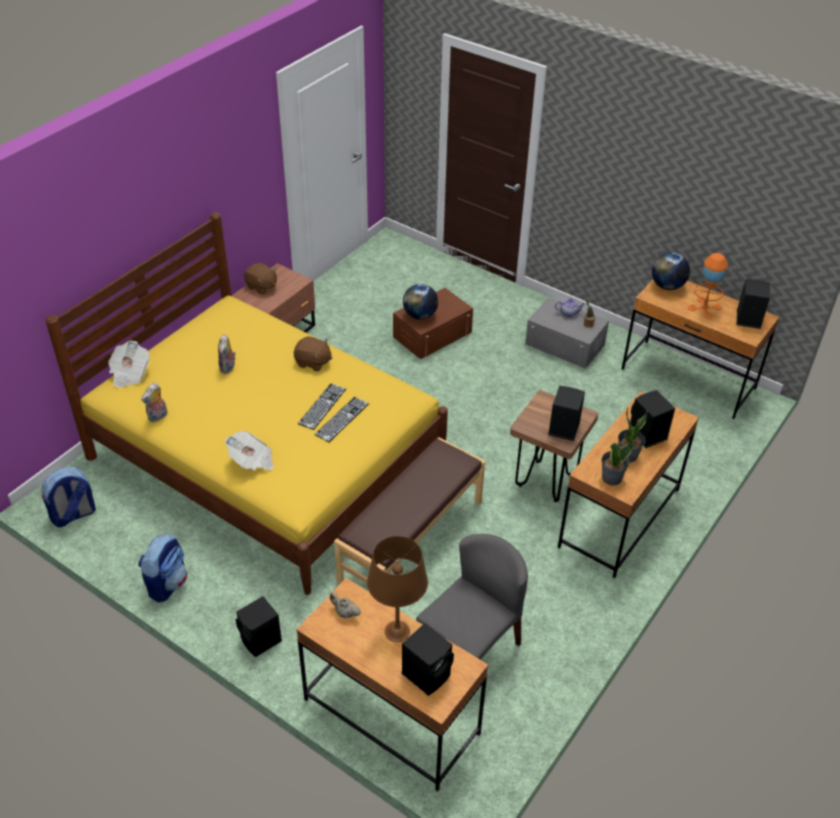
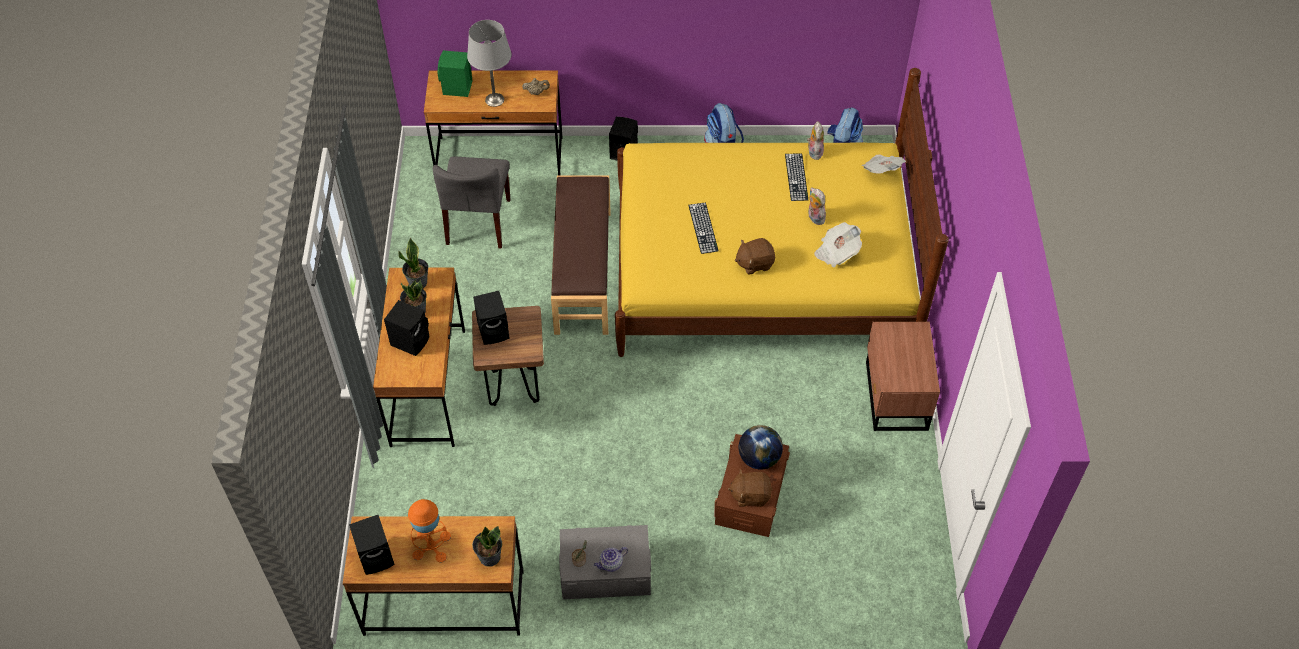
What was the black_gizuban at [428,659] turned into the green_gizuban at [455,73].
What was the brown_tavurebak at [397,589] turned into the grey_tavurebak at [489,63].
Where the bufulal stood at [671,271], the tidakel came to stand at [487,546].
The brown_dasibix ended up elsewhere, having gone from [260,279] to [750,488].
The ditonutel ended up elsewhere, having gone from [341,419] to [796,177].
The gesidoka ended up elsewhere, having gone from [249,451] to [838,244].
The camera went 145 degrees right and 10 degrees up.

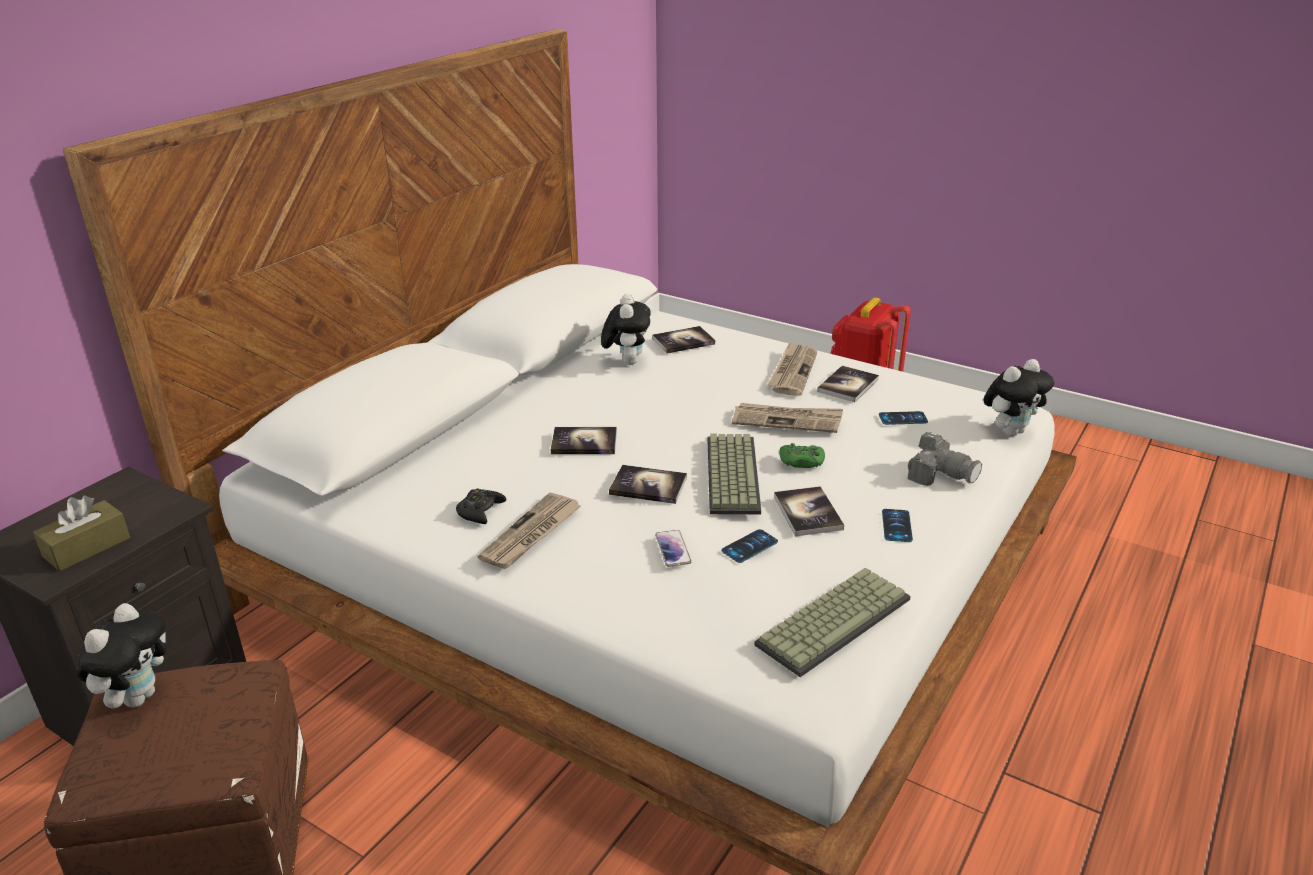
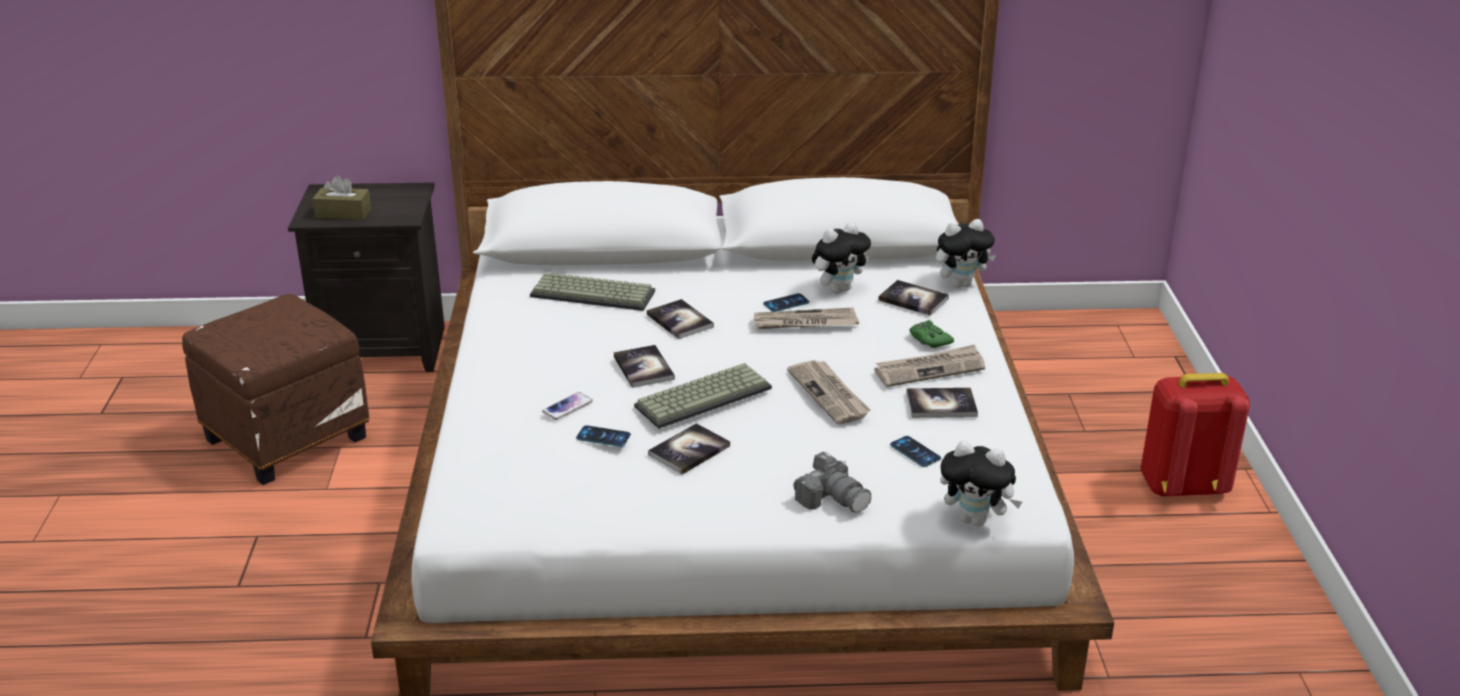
The ditonutel ended up elsewhere, having gone from [832,622] to [592,291].
The gesidoka ended up elsewhere, having gone from [529,530] to [806,318].
The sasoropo ended up elsewhere, having gone from [897,525] to [786,302].
The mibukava at [945,459] ended up facing another way, 45 degrees counterclockwise from before.
The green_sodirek ended up elsewhere, having gone from [802,455] to [932,334].
The dasibix ended up elsewhere, having gone from [121,656] to [966,253].
The second view lost the black_sodirek at [481,506].
The camera went 55 degrees right and 0 degrees up.

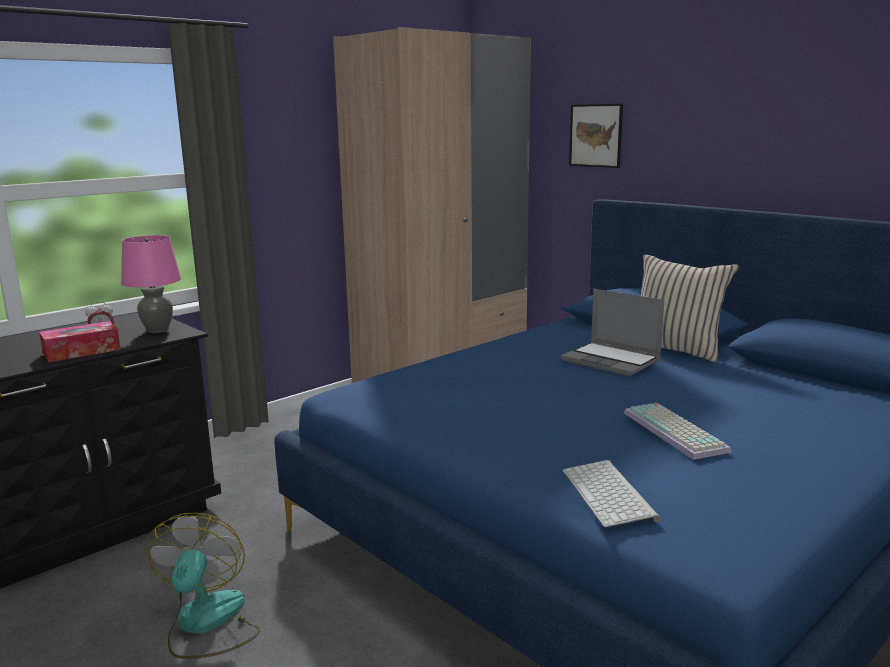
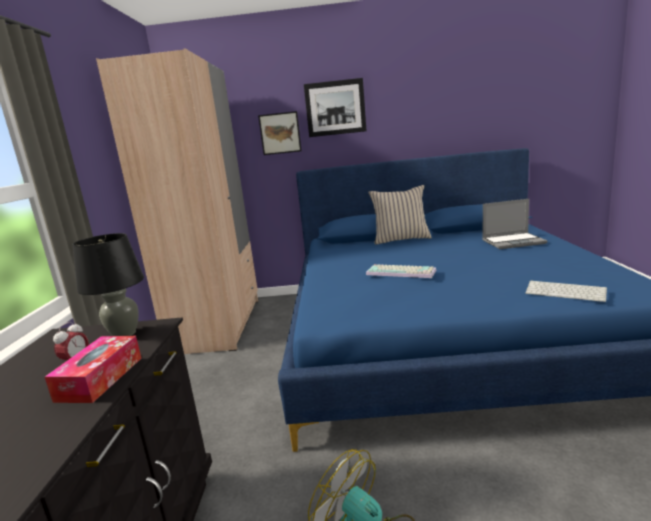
What was the pink_tavurebak at [151,284] turned into the black_tavurebak at [108,284].
The second view gained the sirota at [335,107].
The ditonutel ended up elsewhere, having gone from [677,431] to [401,271].
The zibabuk ended up elsewhere, having gone from [612,332] to [514,224].
The camera went 45 degrees left and 0 degrees up.

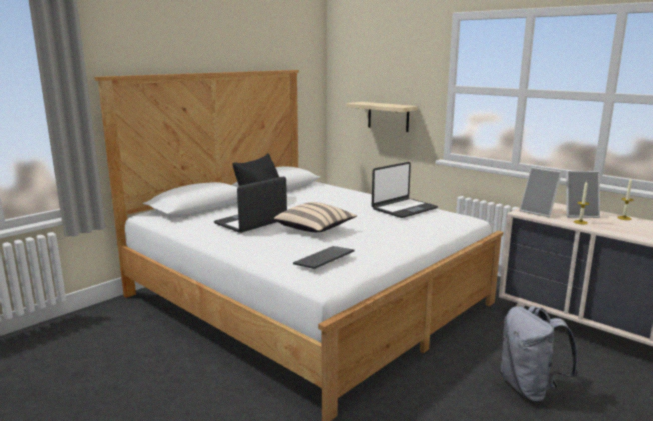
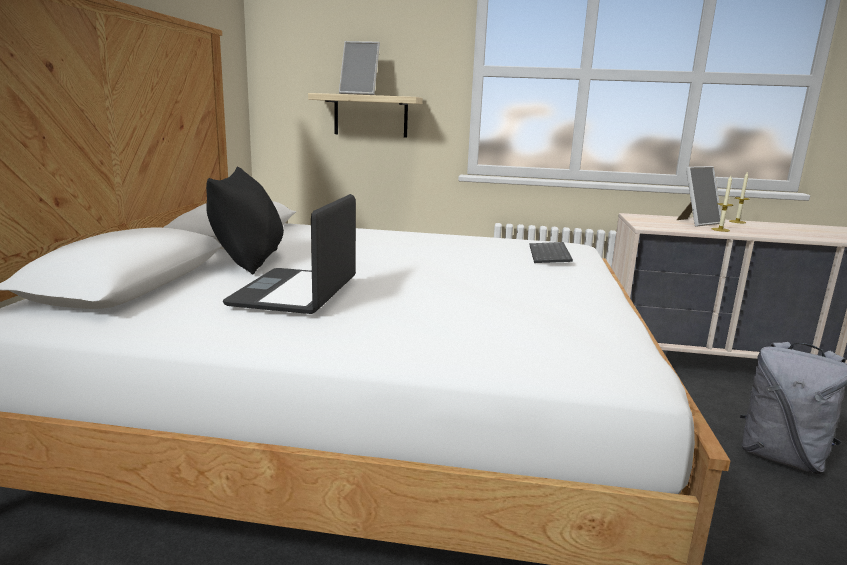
The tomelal ended up elsewhere, having gone from [540,192] to [359,68].
The ditonutel ended up elsewhere, having gone from [323,257] to [551,252].
The second view lost the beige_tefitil at [315,217].
The second view lost the zibabuk at [405,190].
The camera went 35 degrees left and 0 degrees up.

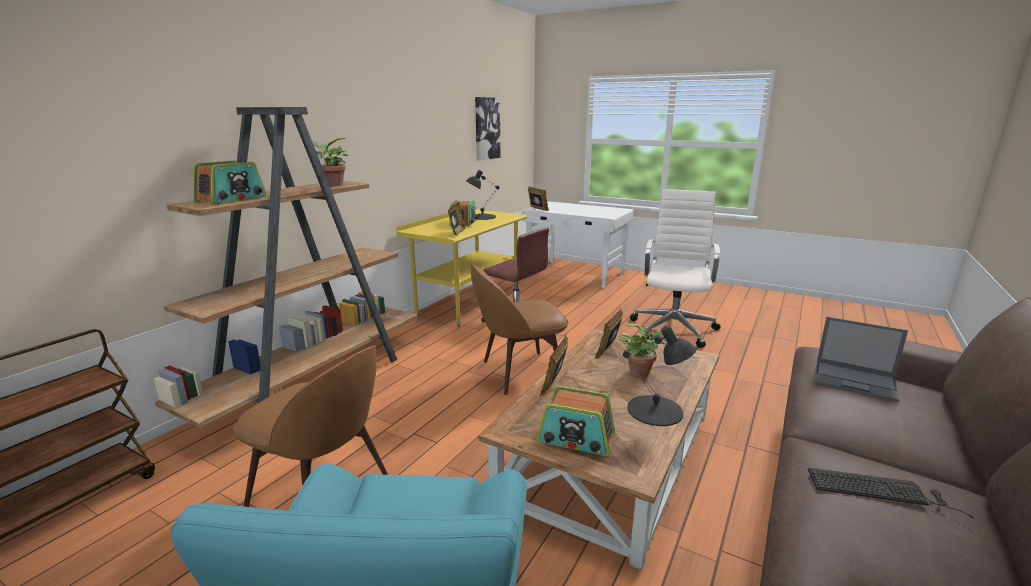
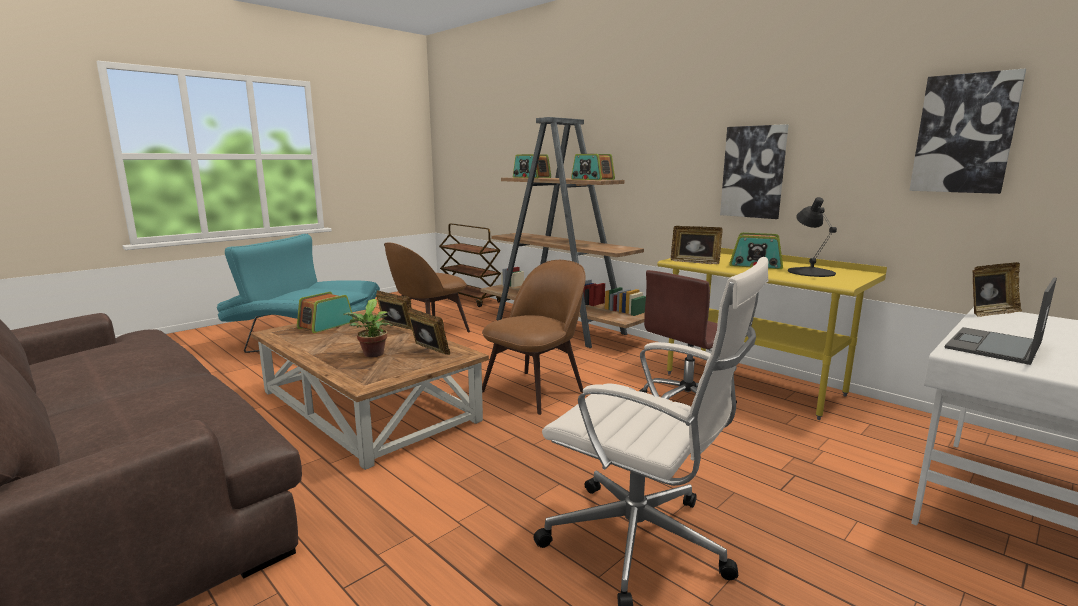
The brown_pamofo at [519,329] ended up facing another way, 45 degrees clockwise from before.
Where the tidakel stood at [330,162], the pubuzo came to stand at [593,167].
The second view gained the sirota at [754,171].
The zibabuk ended up elsewhere, having gone from [861,359] to [1001,321].
The second view lost the black_tavurebak at [660,376].
The second view lost the ditonutel at [891,493].
The camera went 105 degrees right and 5 degrees down.

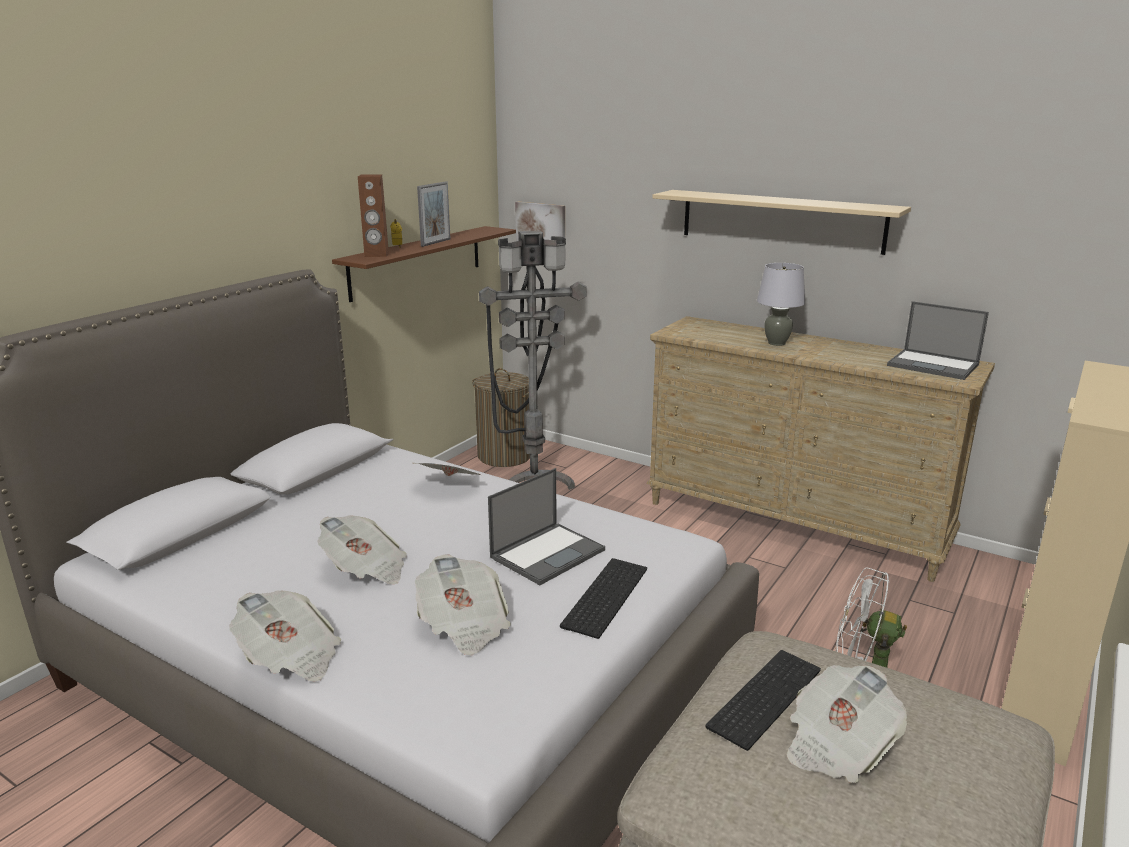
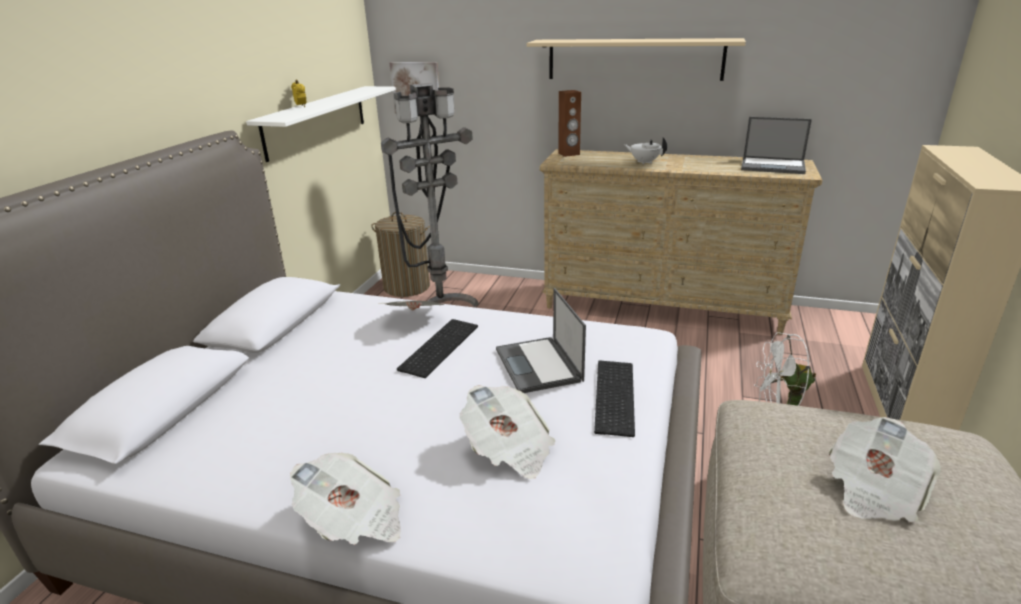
What was the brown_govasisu at [424,264] turned into the white_govasisu at [321,124].
The ditonutel ended up elsewhere, having gone from [763,700] to [437,348].
The zibabuk at [546,526] ended up facing another way, 135 degrees clockwise from before.
The brown_gizuban ended up elsewhere, having gone from [373,215] to [569,123].
Where the grey_tavurebak stood at [781,304], the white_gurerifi came to stand at [645,150].
The second view lost the gesidoka at [362,549].
The second view lost the tomelal at [434,214].
The camera went 15 degrees left and 5 degrees up.

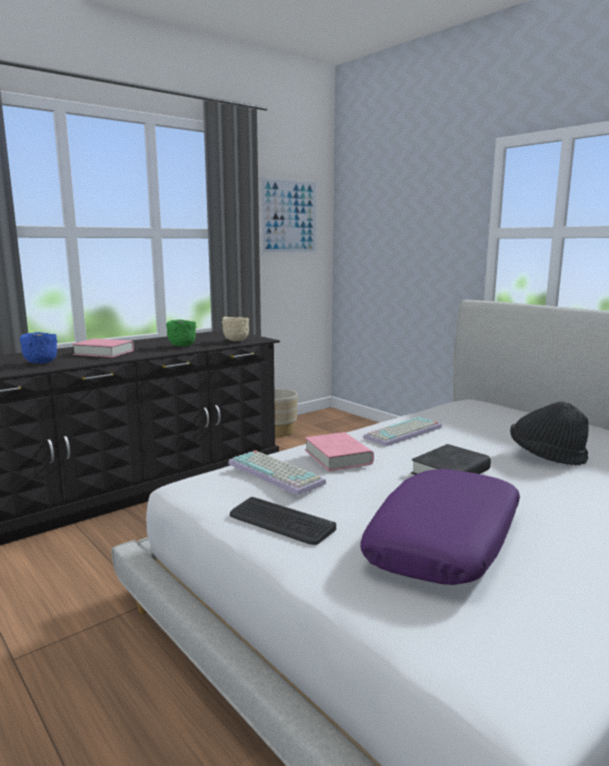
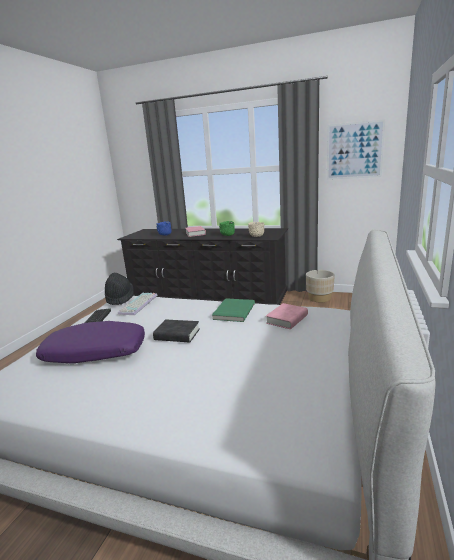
The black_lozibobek ended up elsewhere, having gone from [549,433] to [119,289].
Where the ditonutel stood at [402,431], the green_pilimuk came to stand at [233,310].
The pink_pilimuk ended up elsewhere, having gone from [339,451] to [287,316].
The camera went 60 degrees right and 5 degrees up.

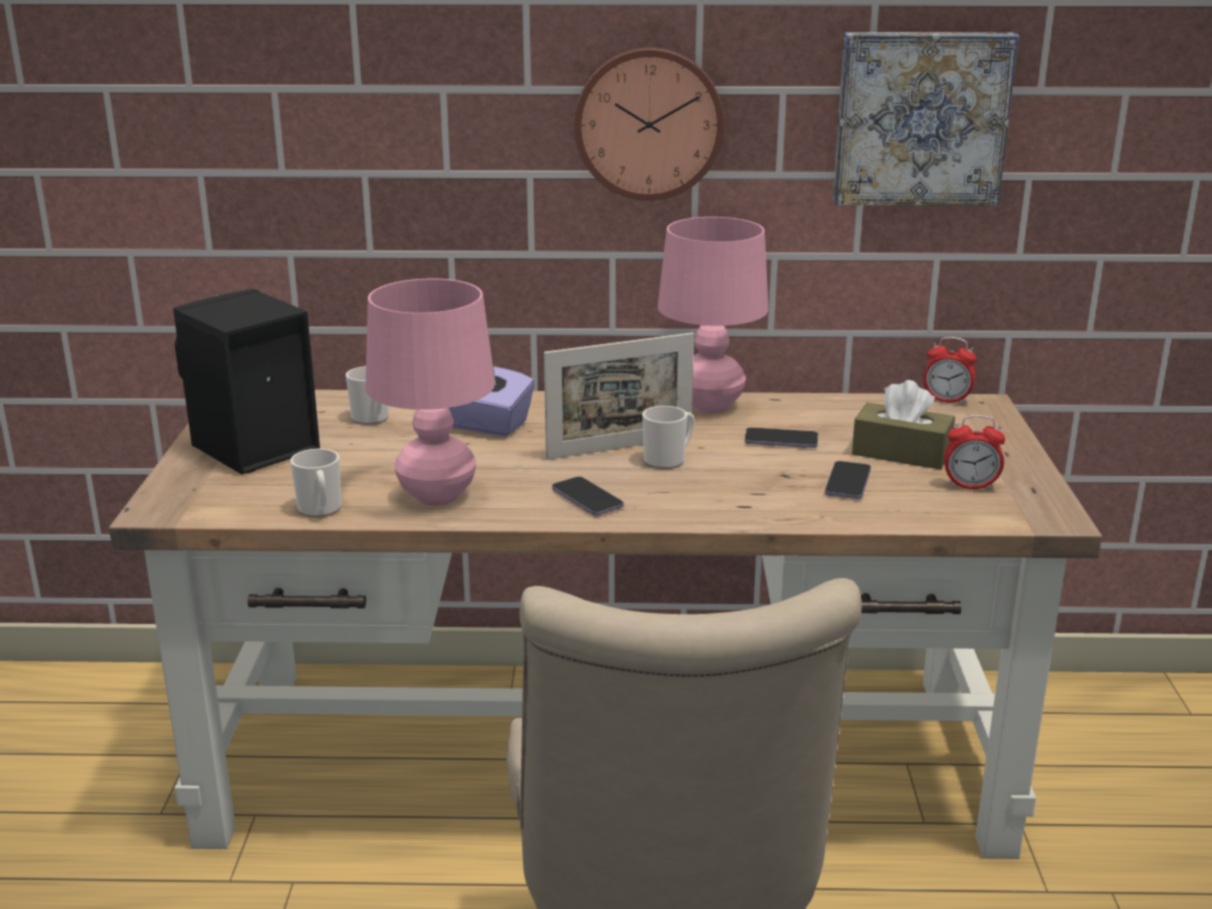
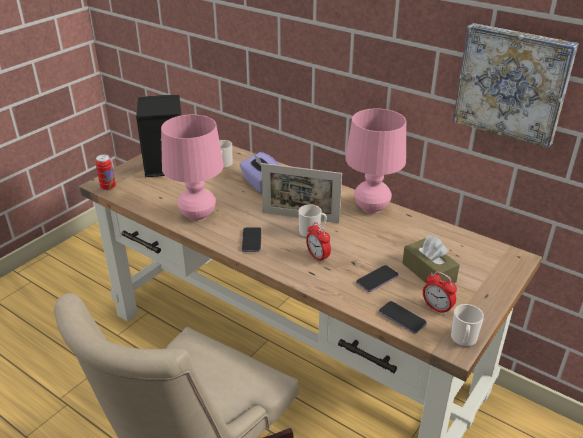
The second view gained the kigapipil at [105,173].
The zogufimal ended up elsewhere, having gone from [950,371] to [318,242].
The sasoropo ended up elsewhere, having gone from [781,437] to [403,317].
The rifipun ended up elsewhere, having gone from [315,483] to [467,325].
The second view lost the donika at [649,124].
The camera went 35 degrees right and 10 degrees up.

